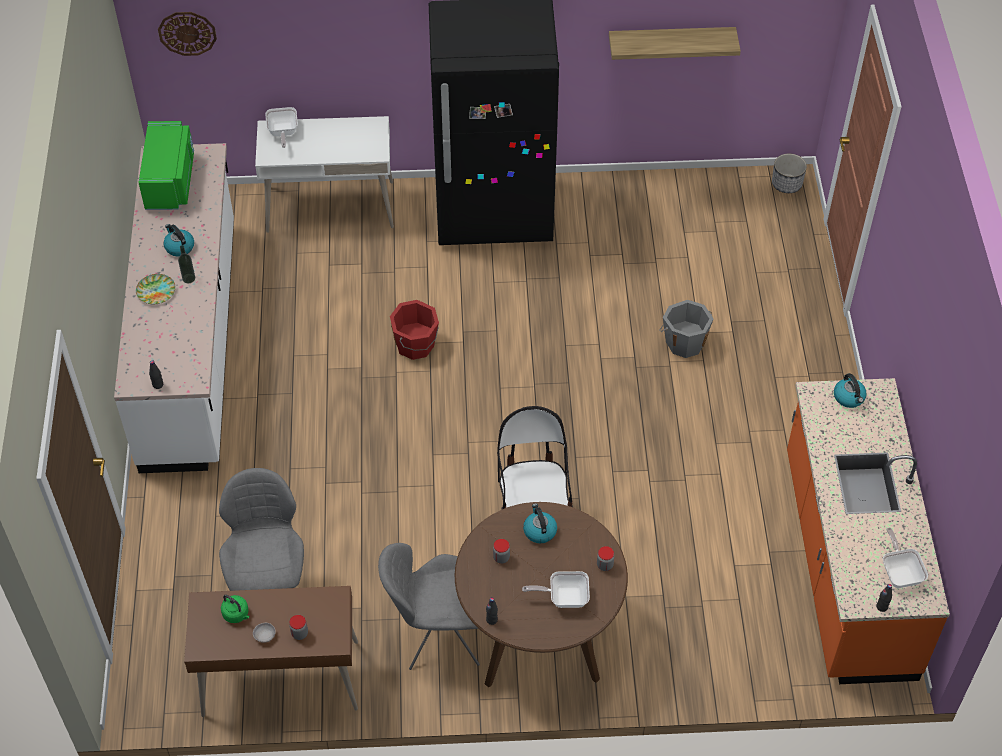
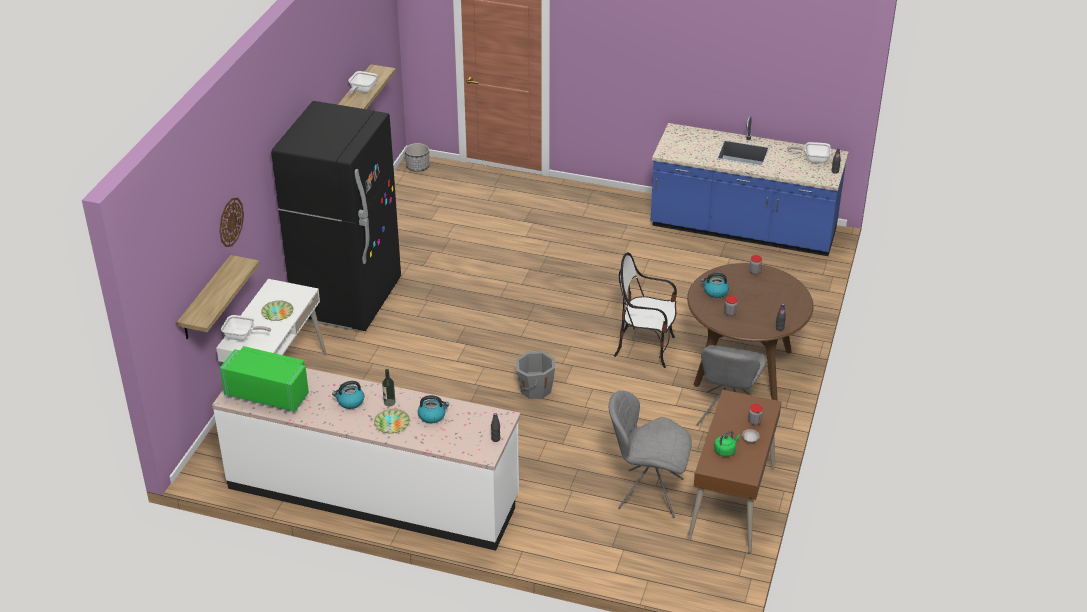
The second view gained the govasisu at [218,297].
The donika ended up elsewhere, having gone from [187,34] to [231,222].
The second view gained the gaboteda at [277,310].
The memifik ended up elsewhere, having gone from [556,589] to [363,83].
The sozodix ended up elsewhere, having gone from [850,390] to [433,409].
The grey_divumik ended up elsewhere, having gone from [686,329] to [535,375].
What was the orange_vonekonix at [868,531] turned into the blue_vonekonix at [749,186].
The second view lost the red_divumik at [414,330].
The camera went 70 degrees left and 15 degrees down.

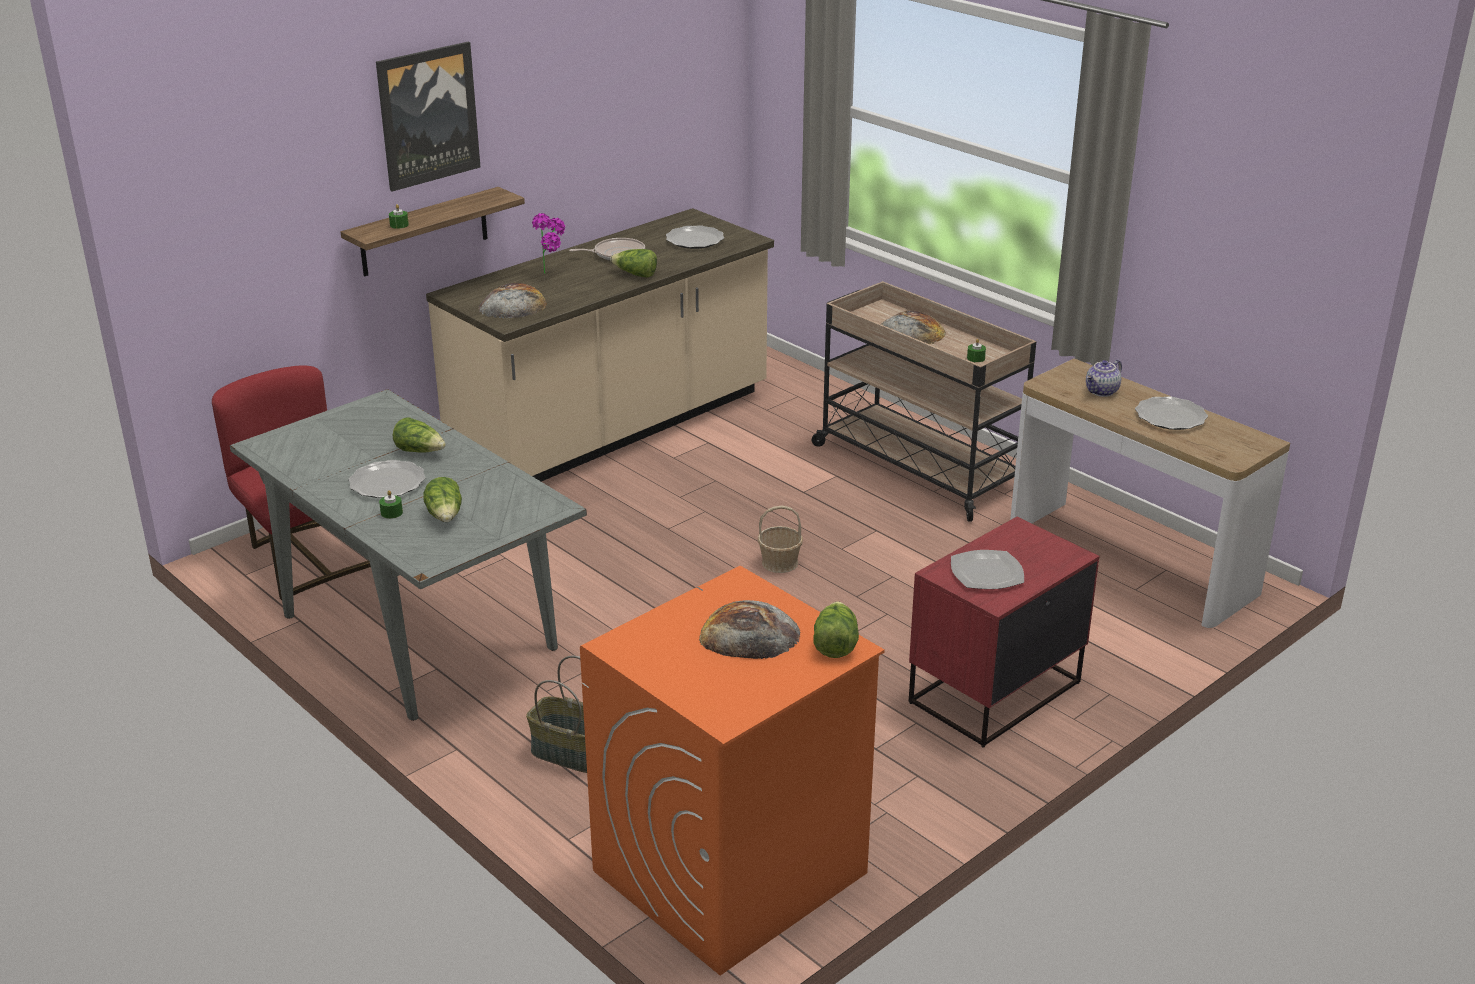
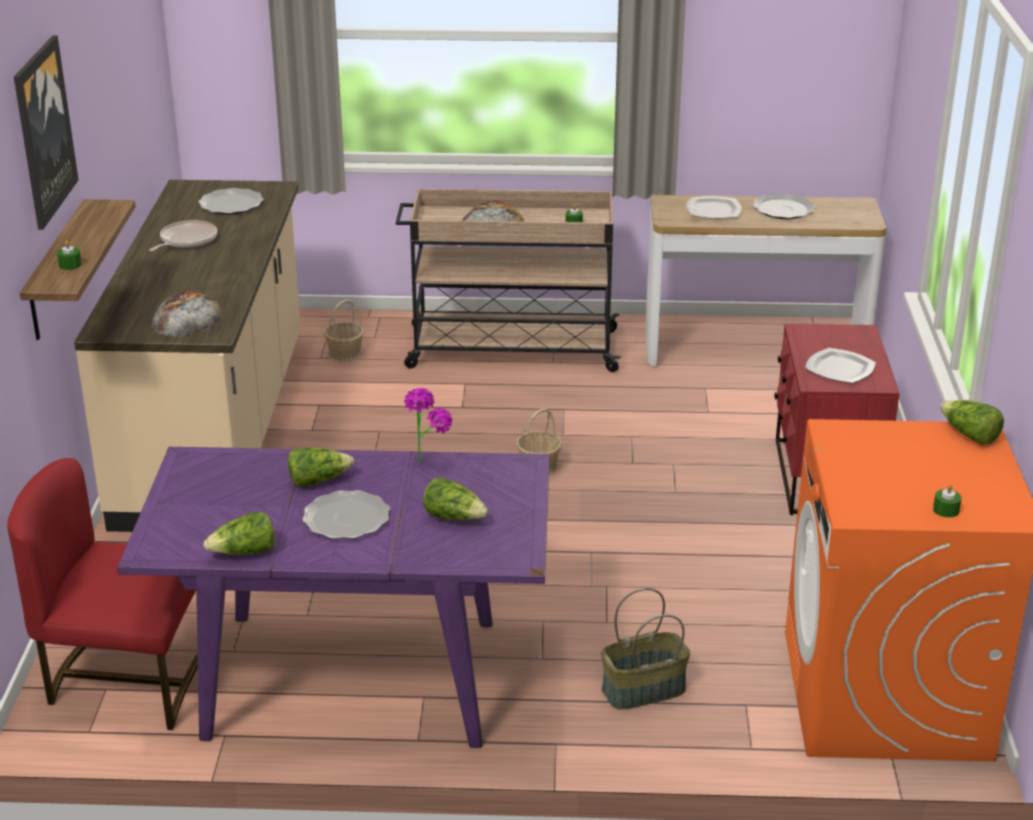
What was the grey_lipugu at [408,555] turned into the purple_lipugu at [333,597].
The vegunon ended up elsewhere, having gone from [633,263] to [239,533].
The second view gained the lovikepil at [343,331].
The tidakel ended up elsewhere, having gone from [548,243] to [428,426].
Where the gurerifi stood at [1104,378], the gaboteda came to stand at [714,207].
The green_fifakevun ended up elsewhere, having gone from [391,504] to [947,501].
The second view lost the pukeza at [750,629].
The camera went 45 degrees left and 0 degrees up.

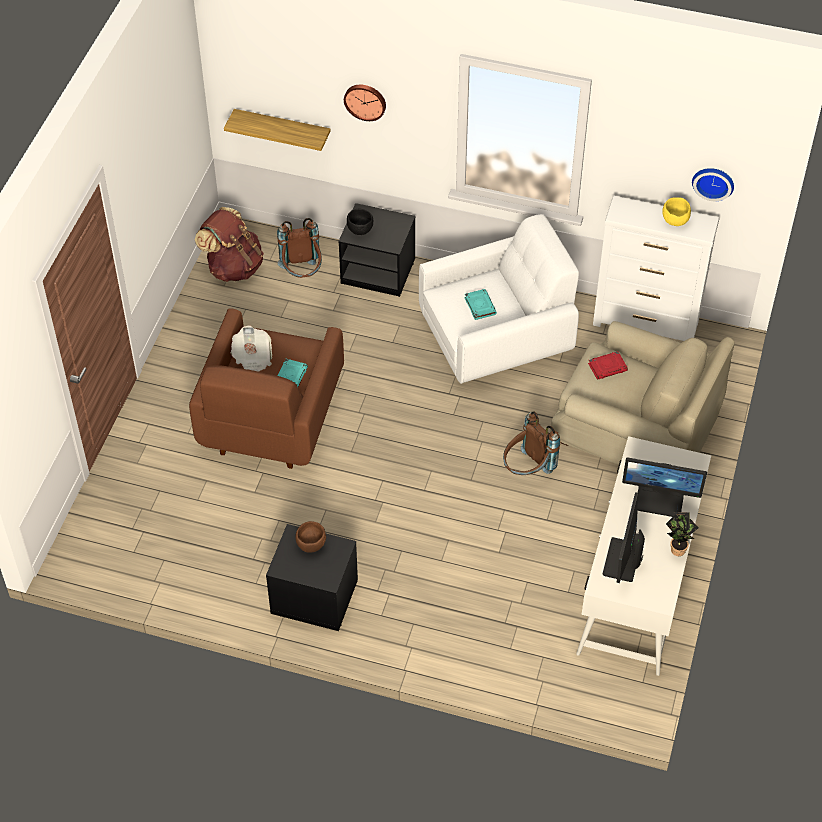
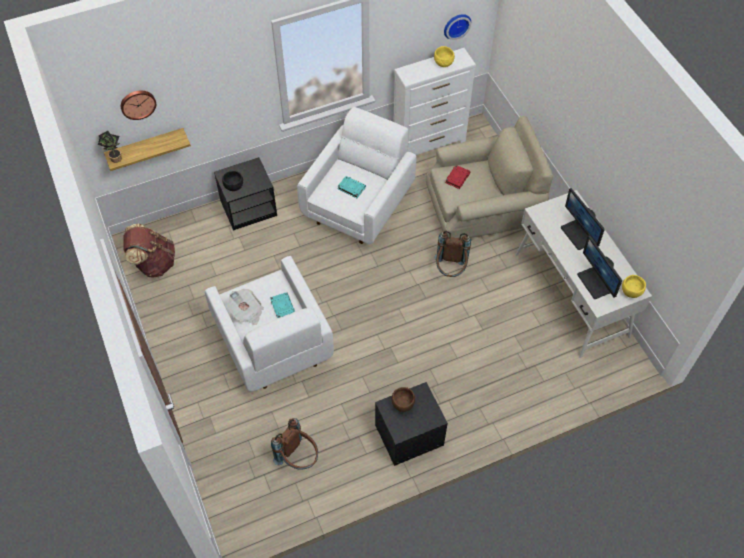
The tidakel ended up elsewhere, having gone from [682,534] to [110,147].
The donika ended up elsewhere, having gone from [365,103] to [138,105].
What was the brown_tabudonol at [266,388] turned into the white_tabudonol at [269,323].
The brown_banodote ended up elsewhere, having gone from [299,248] to [294,444].
The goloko at [664,487] ended up facing another way, 90 degrees clockwise from before.
The second view gained the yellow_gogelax at [634,286].
The camera went 40 degrees left and 5 degrees up.

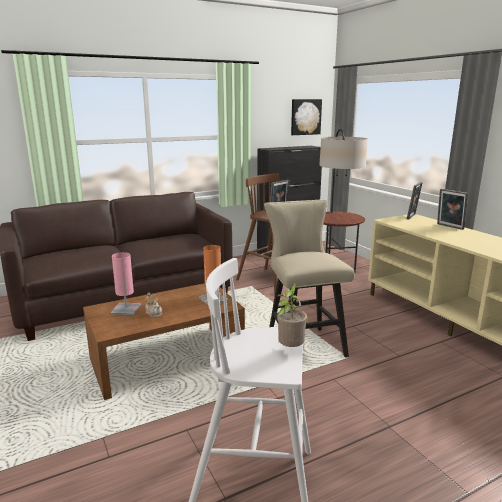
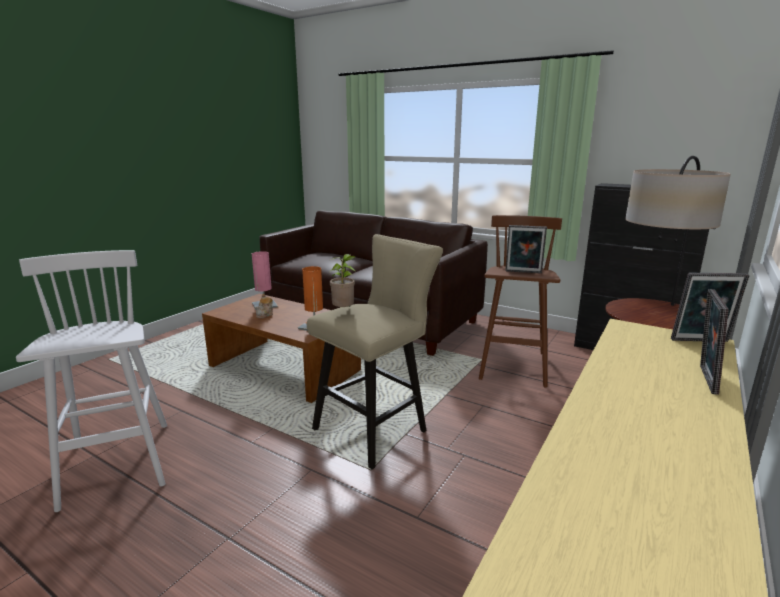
The tidakel ended up elsewhere, having gone from [292,315] to [343,280].
The second view lost the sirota at [306,117].
The camera went 60 degrees right and 0 degrees up.

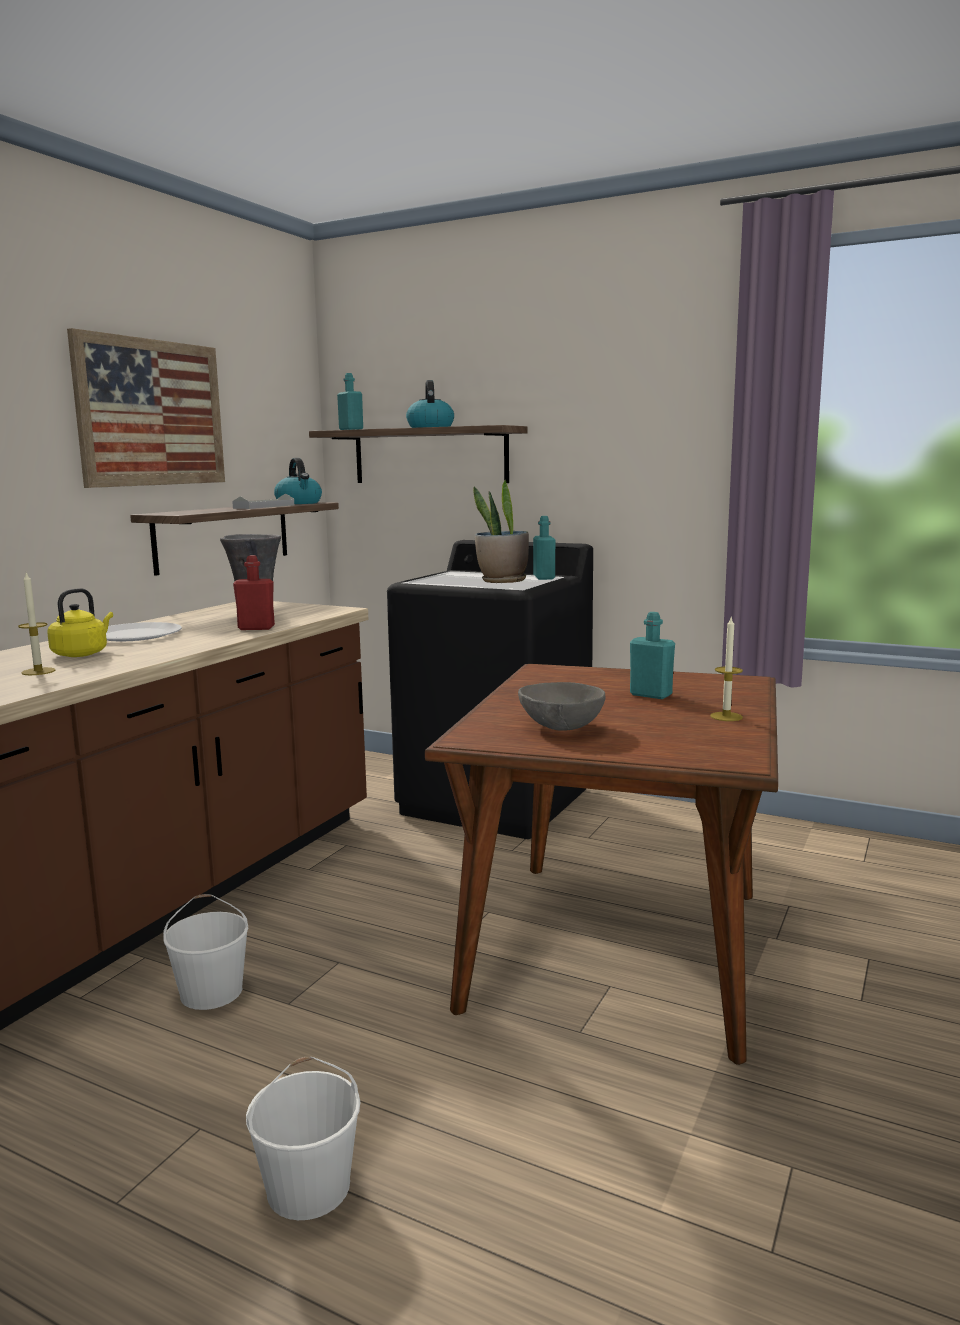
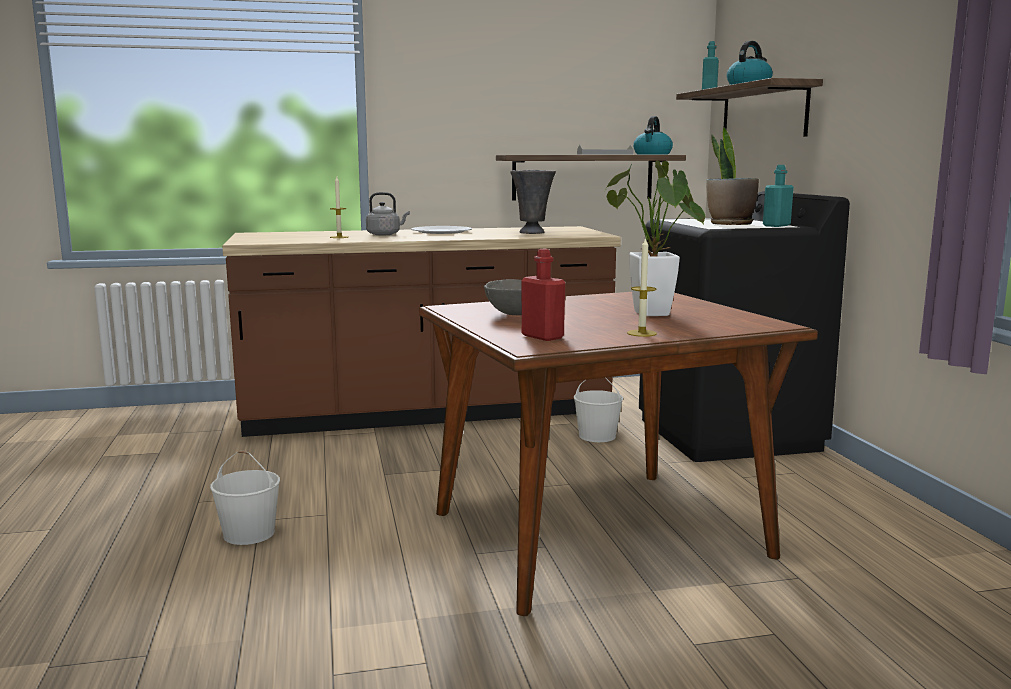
What was the yellow_sozodix at [80,622] turned into the grey_sozodix at [388,213].
The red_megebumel ended up elsewhere, having gone from [254,592] to [543,295].
The white_divumik ended up elsewhere, having gone from [205,952] to [598,410].
Where the turquoise_megebumel stood at [652,655], the tidakel came to stand at [655,238].
The second view lost the sirota at [146,408].
The camera went 50 degrees right and 0 degrees up.

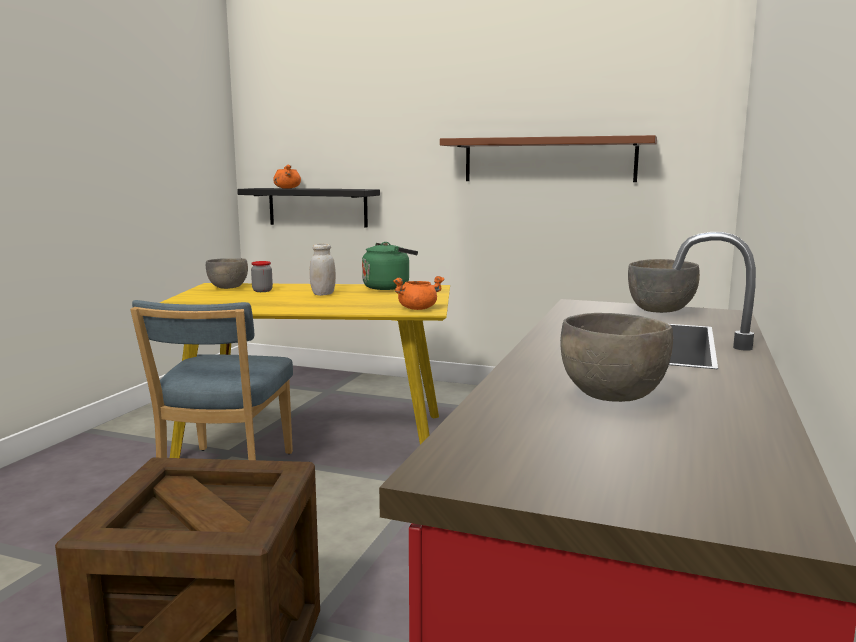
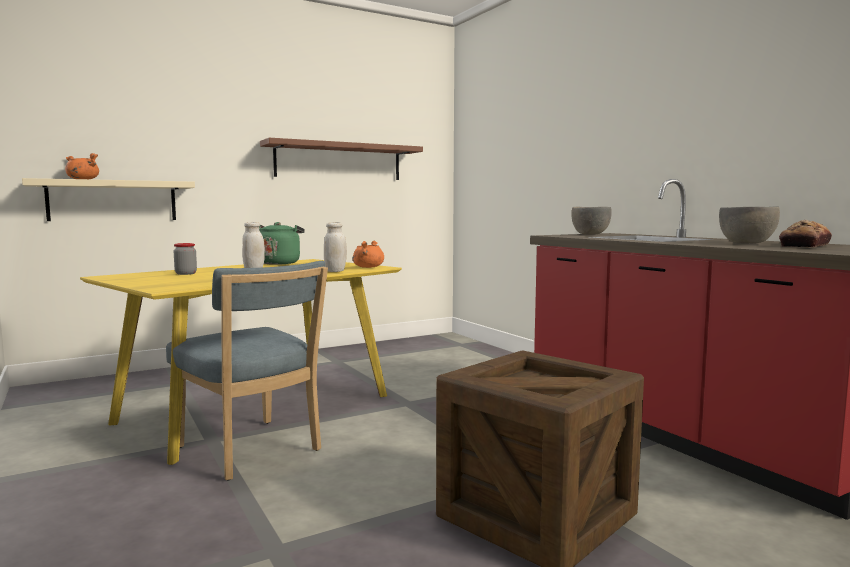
What was the black_govasisu at [308,208] turned into the beige_govasisu at [108,199].
The second view gained the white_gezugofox at [335,247].
The second view gained the pukeza at [805,233].
The second view lost the grey_gogelax at [227,273].
The camera went 50 degrees left and 5 degrees down.

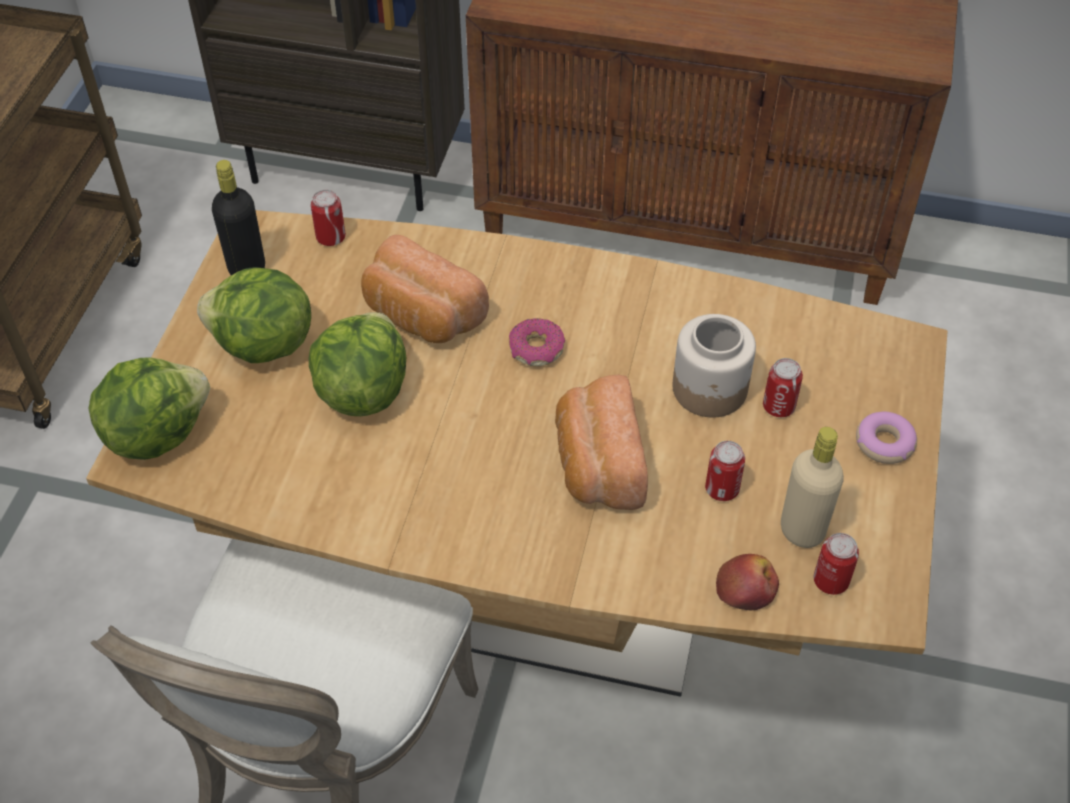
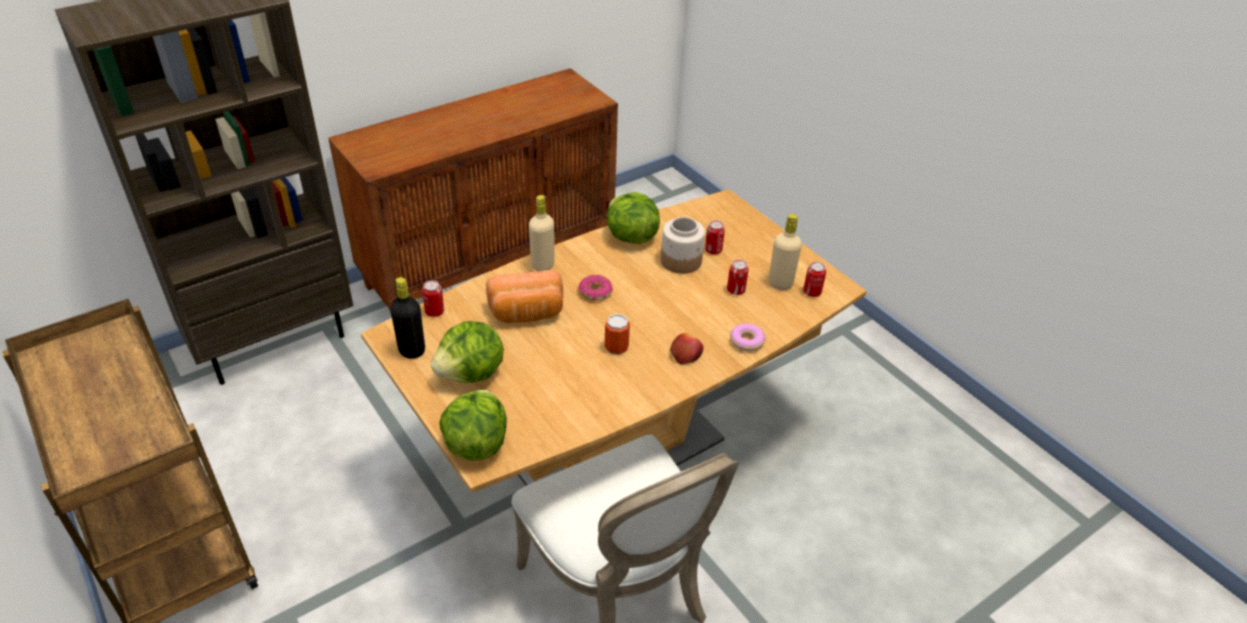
The second view gained the beige_megebumel at [541,233].
The second view gained the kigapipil at [617,334].
The vegunon ended up elsewhere, having gone from [357,364] to [633,218].
The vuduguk ended up elsewhere, having gone from [747,582] to [686,349].
The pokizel ended up elsewhere, having gone from [886,438] to [748,337].
The second view lost the pukeza at [601,442].
The camera went 50 degrees left and 10 degrees down.

